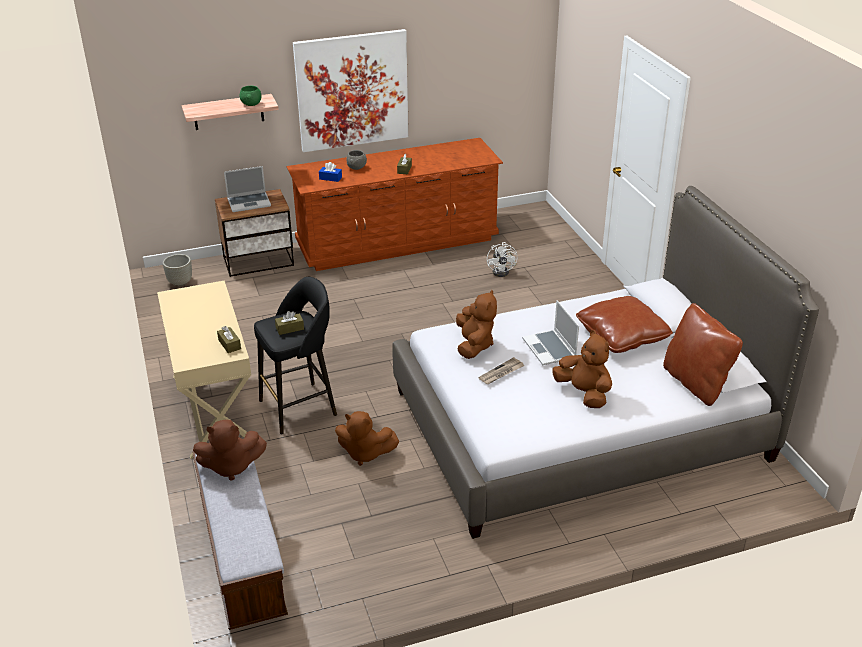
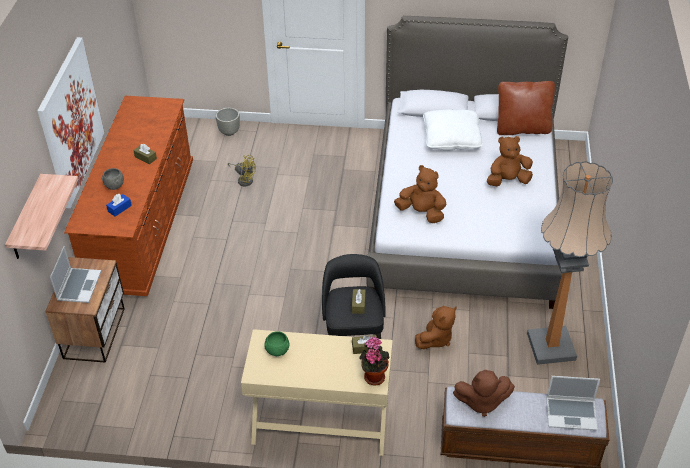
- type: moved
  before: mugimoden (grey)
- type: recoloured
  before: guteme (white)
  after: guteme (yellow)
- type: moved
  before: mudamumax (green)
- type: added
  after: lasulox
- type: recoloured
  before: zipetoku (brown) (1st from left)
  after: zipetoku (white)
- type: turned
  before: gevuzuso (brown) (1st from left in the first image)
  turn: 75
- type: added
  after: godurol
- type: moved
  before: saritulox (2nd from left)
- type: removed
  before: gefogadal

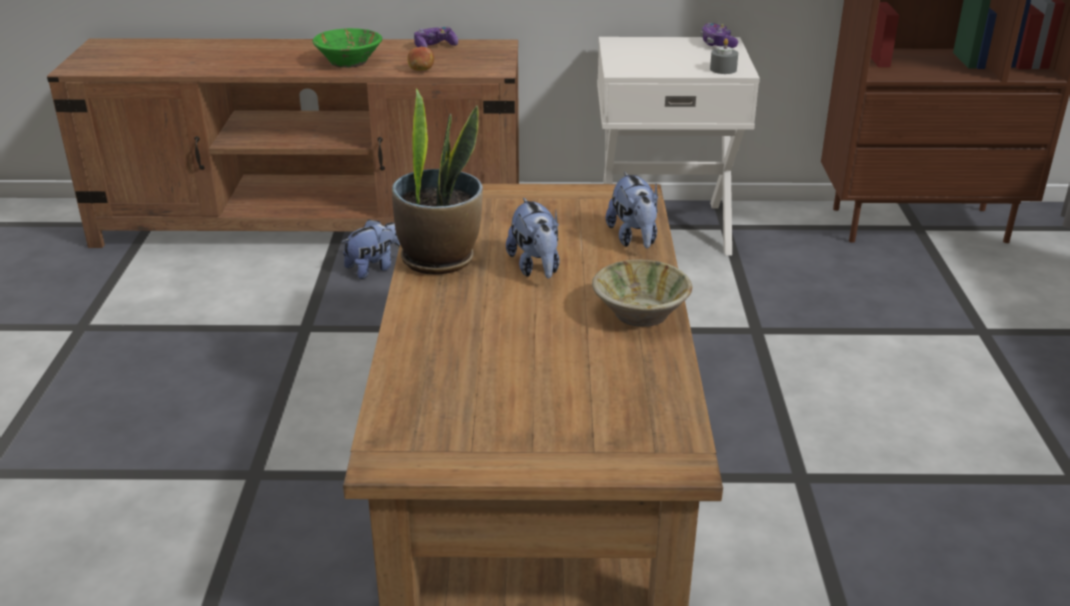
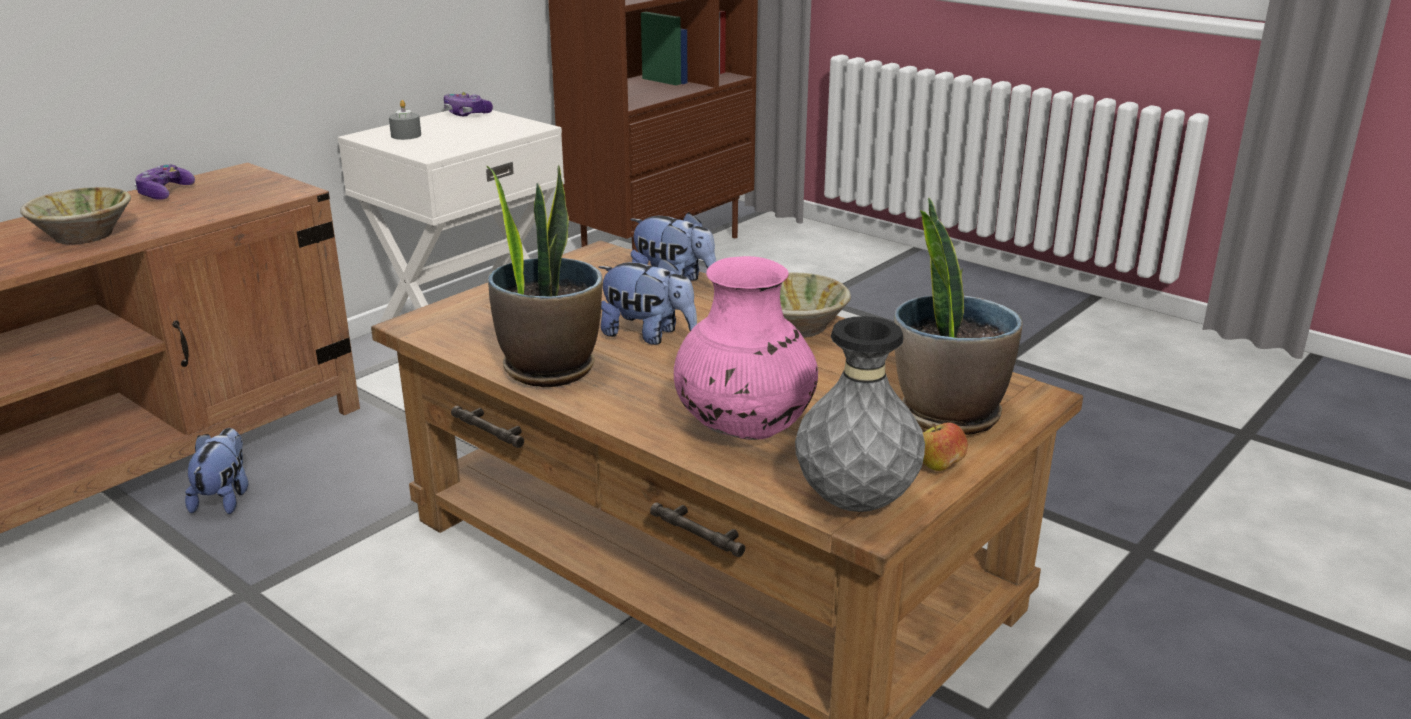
- type: recoloured
  before: mudamumax (green)
  after: mudamumax (beige) (1st from left)
- type: moved
  before: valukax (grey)
- type: added
  after: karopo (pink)
- type: added
  after: karopo (grey)
- type: added
  after: lasulox (2nd from left)
- type: moved
  before: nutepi

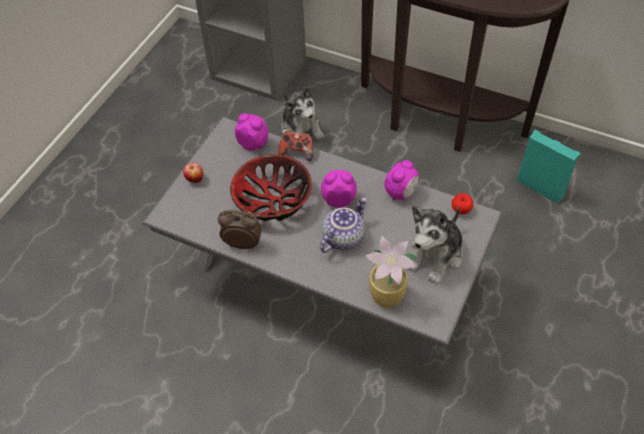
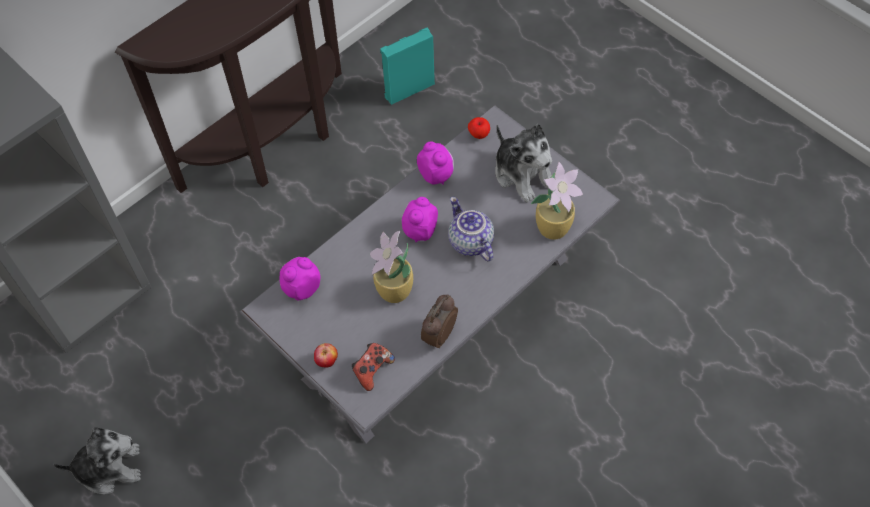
- type: moved
  before: gevuzuso (1st from left)
- type: moved
  before: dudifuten
- type: replaced
  before: mudamumax
  after: lasulox (1st from left)

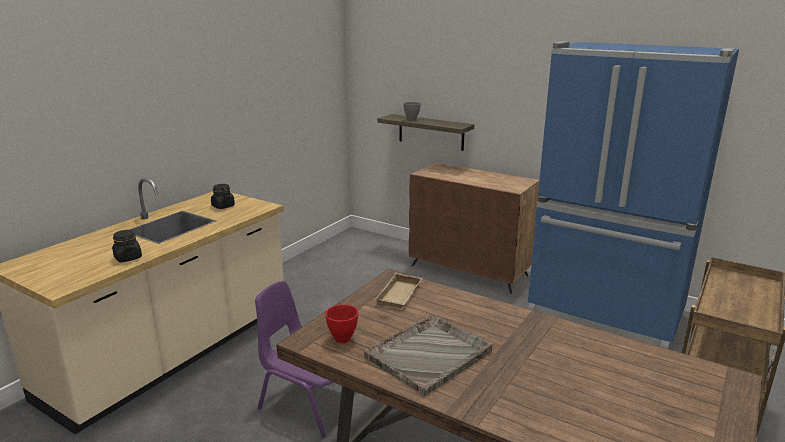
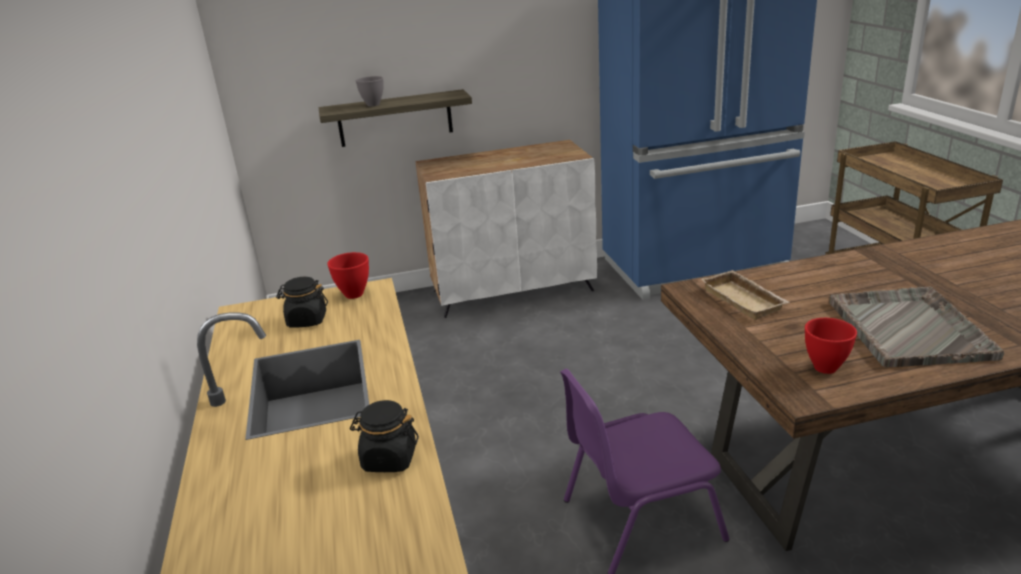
- type: added
  after: mudamumax (red) (1st from left)
- type: recoloured
  before: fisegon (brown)
  after: fisegon (white)

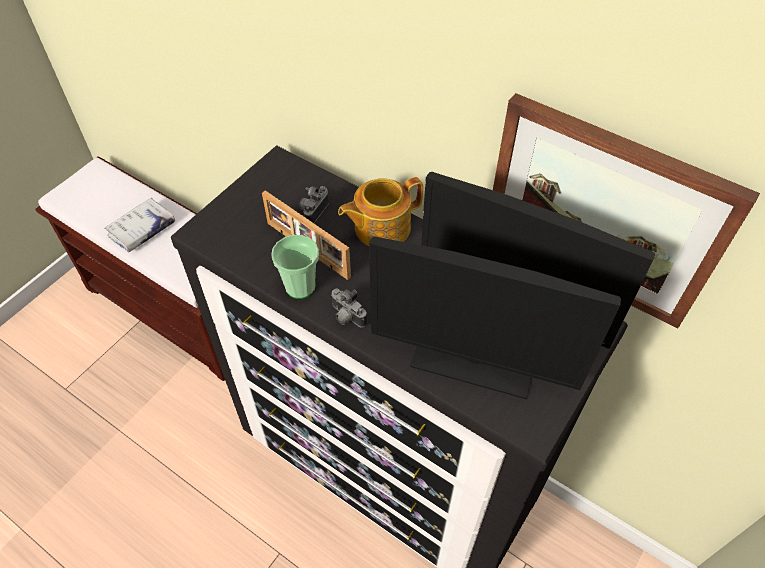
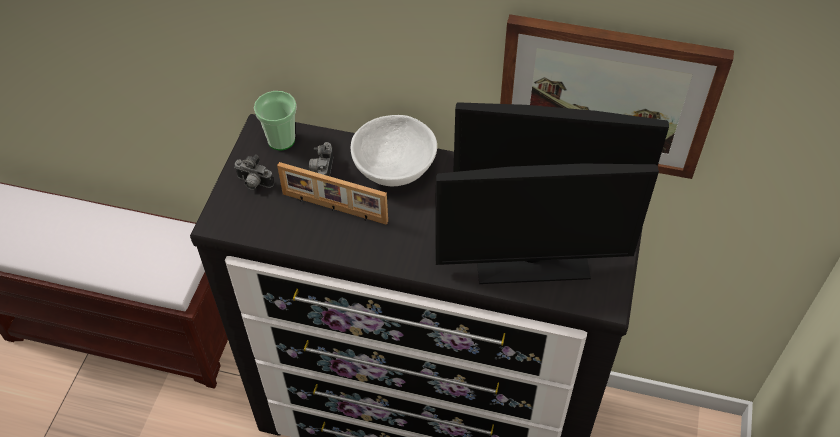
- type: moved
  before: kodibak (2nd from left in the first image)
  after: kodibak (1st from left)
- type: moved
  before: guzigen
- type: replaced
  before: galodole
  after: mudamumax (white)
- type: removed
  before: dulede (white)

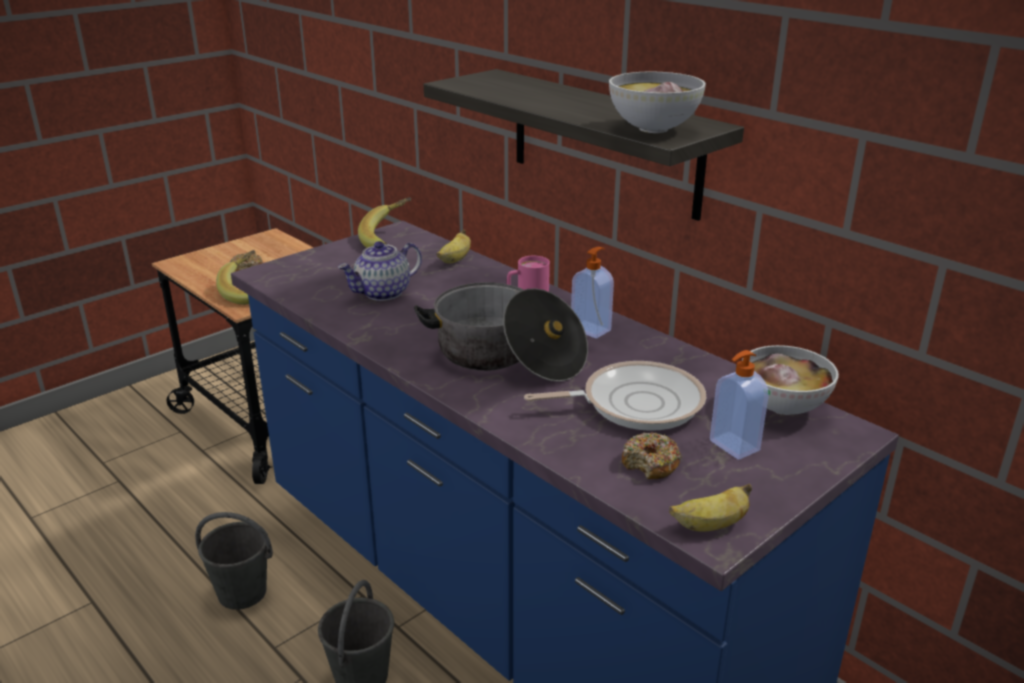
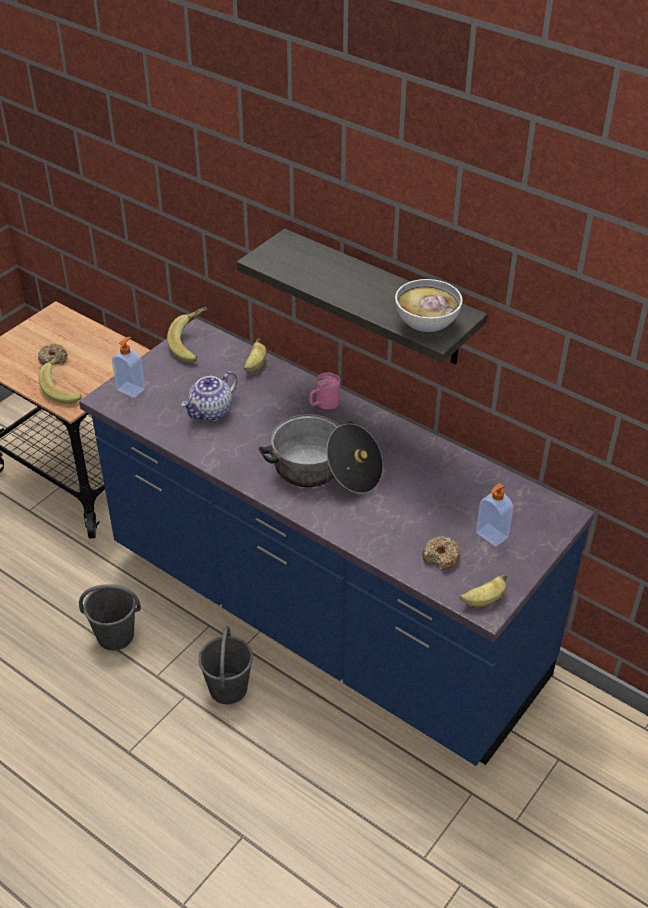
- type: moved
  before: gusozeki (1st from left)
- type: removed
  before: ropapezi
- type: removed
  before: mudamumax (2nd from left)

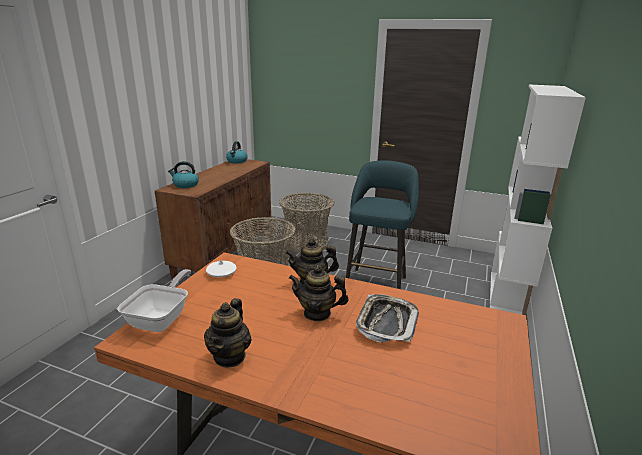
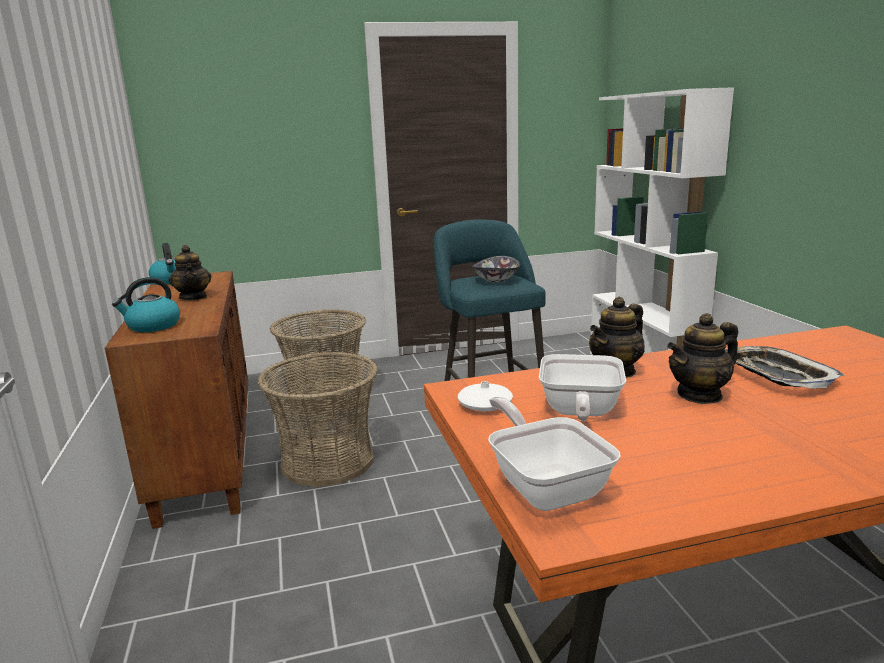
- type: moved
  before: galodole (1st from left)
- type: added
  after: mudamumax
- type: added
  after: ropapezi (2nd from left)

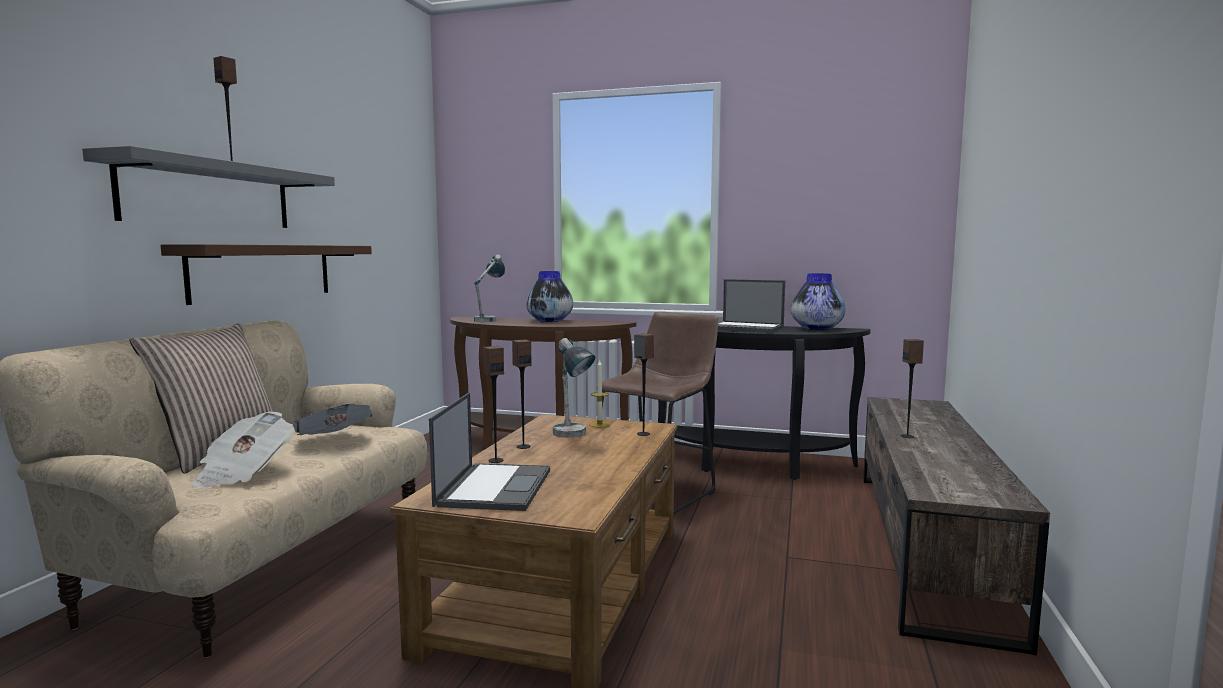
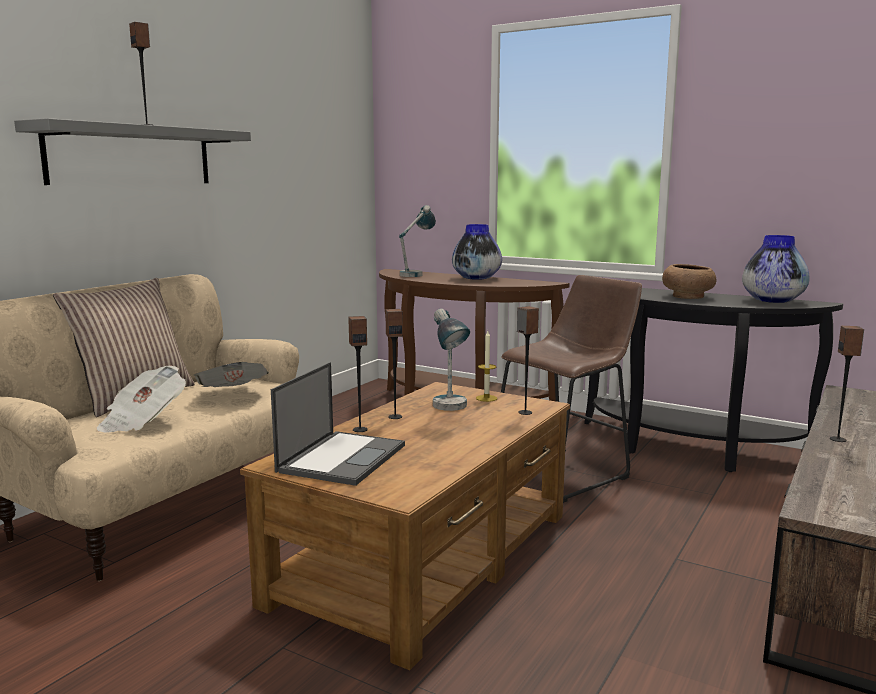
- type: replaced
  before: saritulox (2nd from left)
  after: mudamumax (brown)
- type: removed
  before: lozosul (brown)

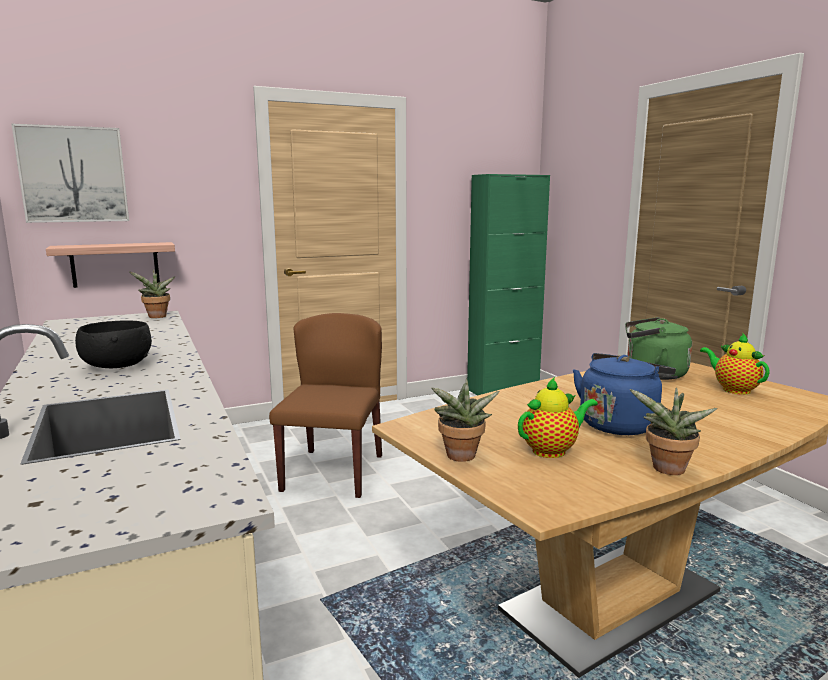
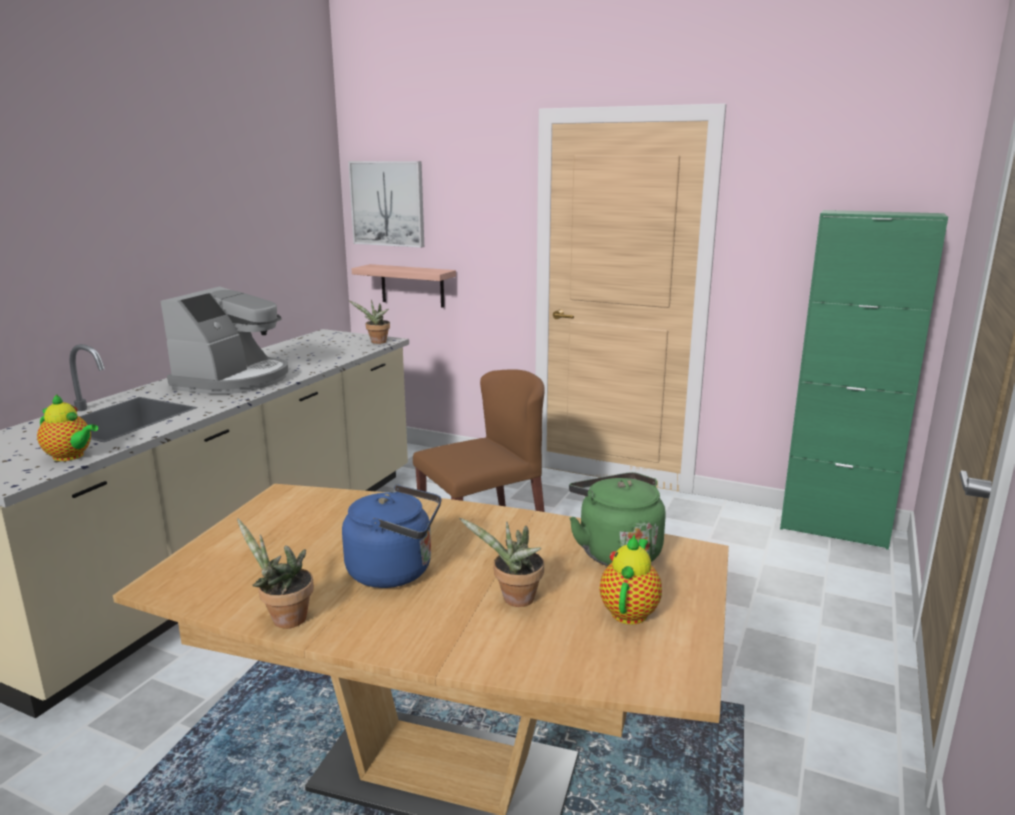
- type: moved
  before: galodole (1st from left)
- type: replaced
  before: mudamumax (black)
  after: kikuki
- type: moved
  before: lasulox (2nd from left in the first image)
  after: lasulox (3rd from left)

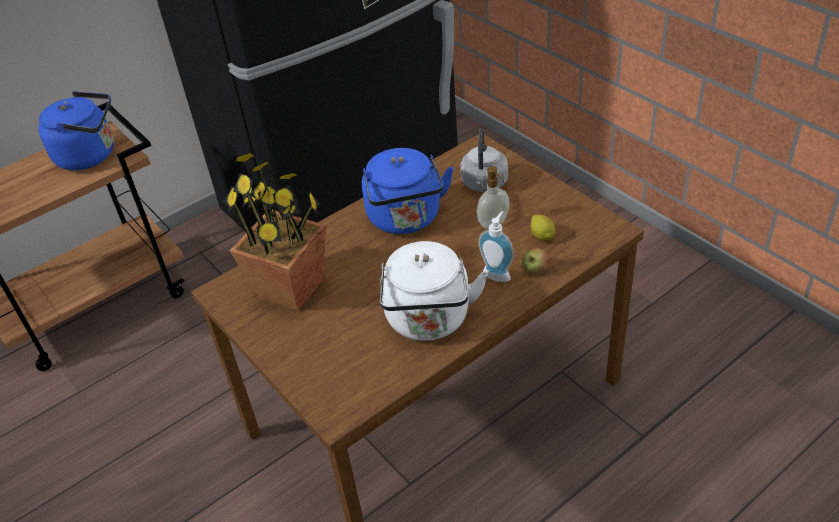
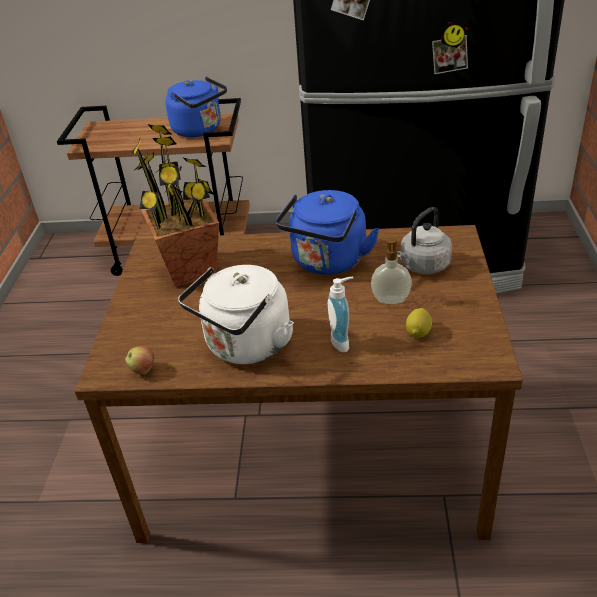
- type: moved
  before: nutepi

